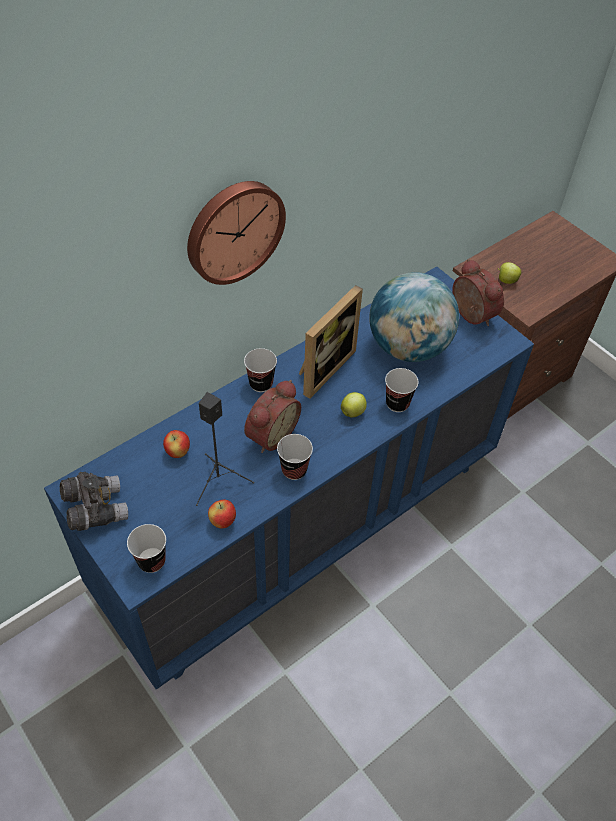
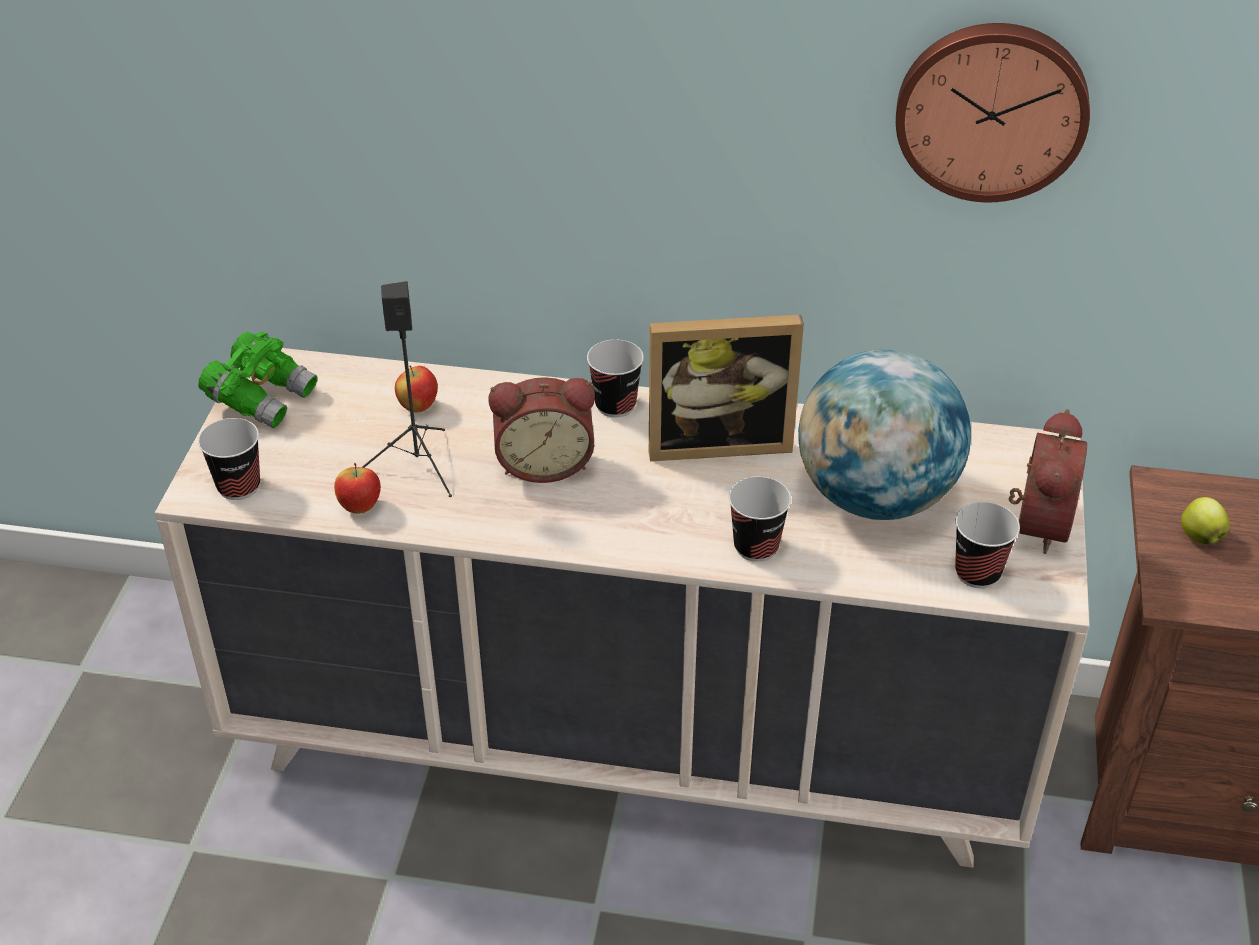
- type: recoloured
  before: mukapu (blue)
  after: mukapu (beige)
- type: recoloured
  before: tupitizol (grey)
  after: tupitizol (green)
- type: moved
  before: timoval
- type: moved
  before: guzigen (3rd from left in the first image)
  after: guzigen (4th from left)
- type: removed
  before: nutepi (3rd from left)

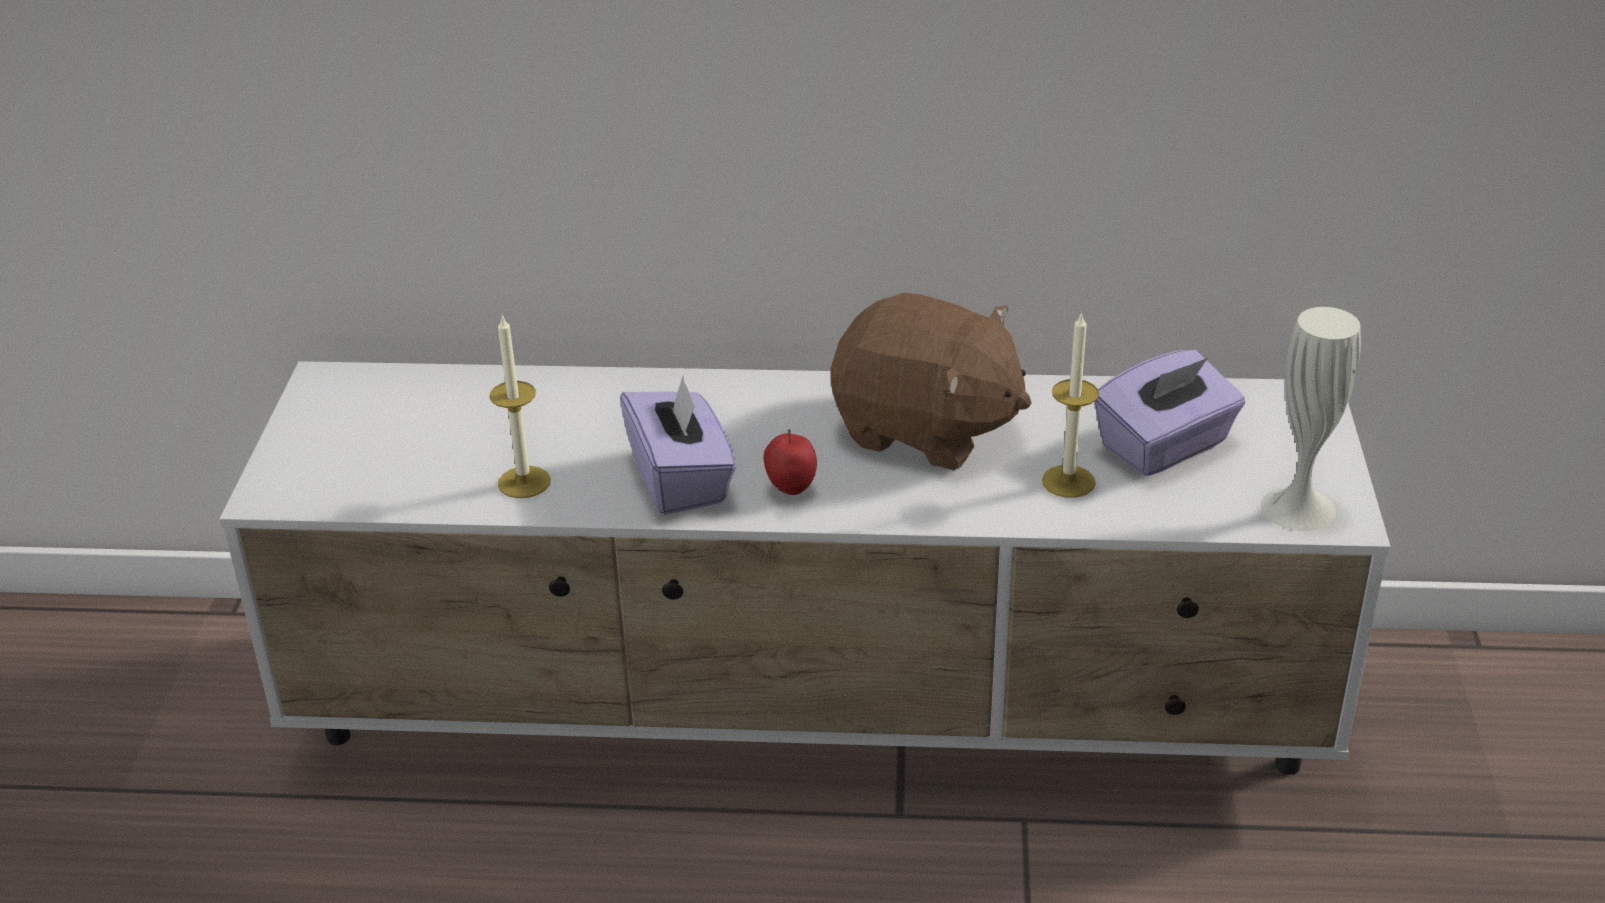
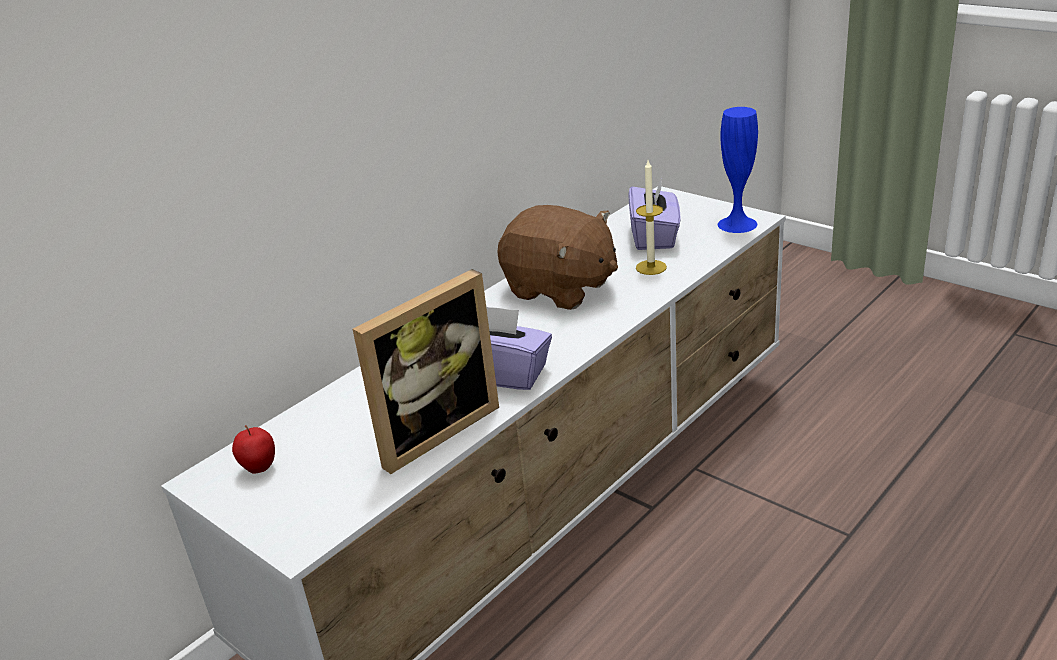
- type: moved
  before: nutepi
- type: replaced
  before: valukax (1st from left)
  after: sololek
- type: turned
  before: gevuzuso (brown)
  turn: 60
- type: recoloured
  before: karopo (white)
  after: karopo (blue)

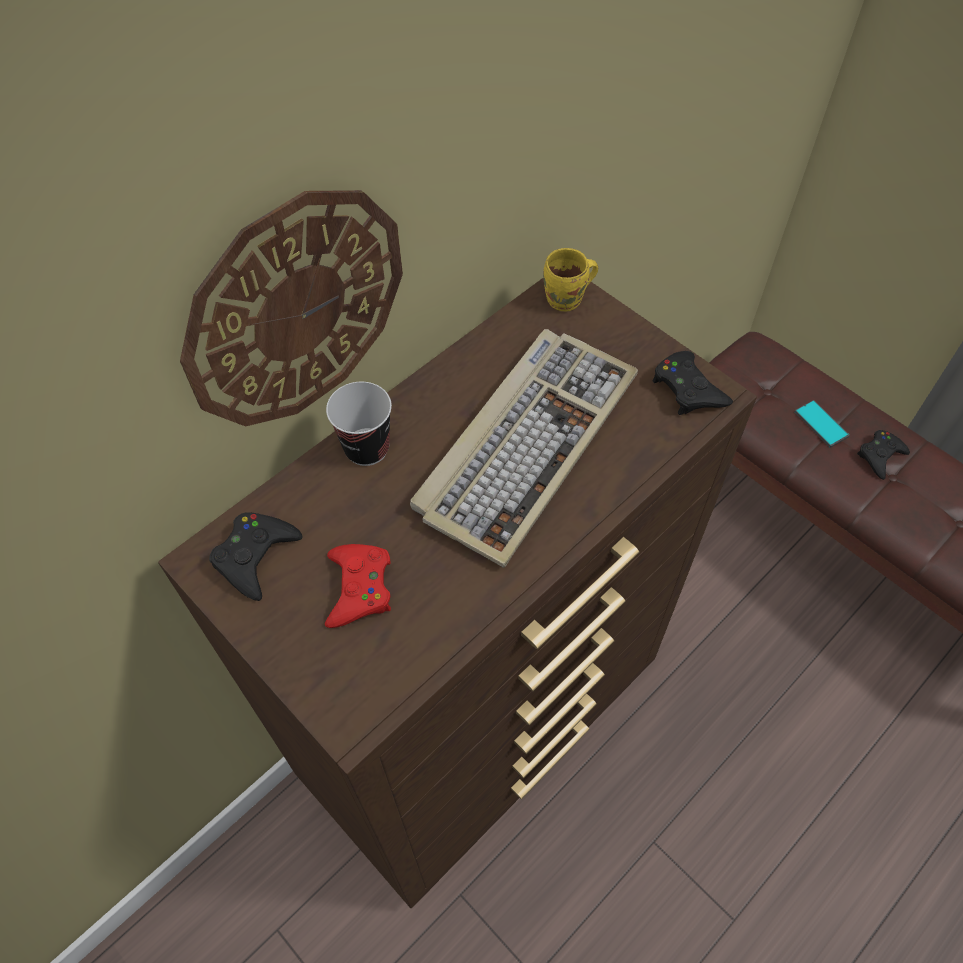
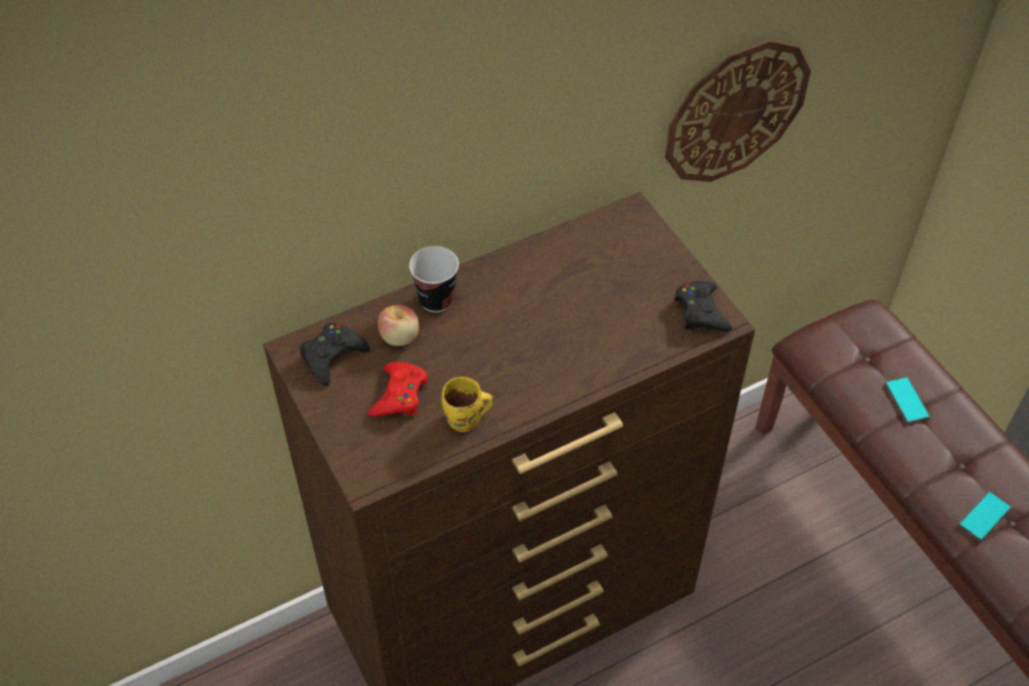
- type: added
  after: nutepi
- type: moved
  before: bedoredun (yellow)
- type: moved
  before: timoval
- type: added
  after: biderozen (2nd from left)
- type: removed
  before: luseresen
- type: removed
  before: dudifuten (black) (3rd from left)

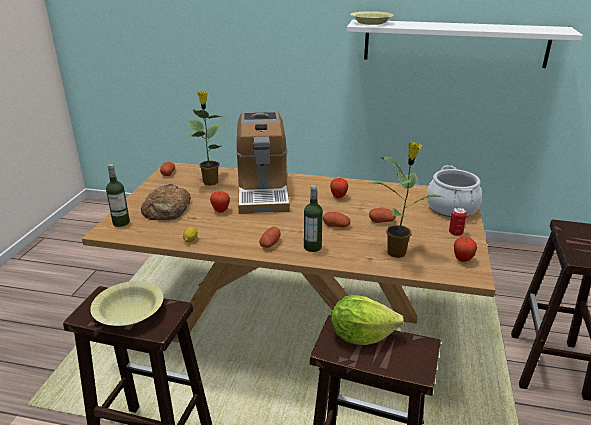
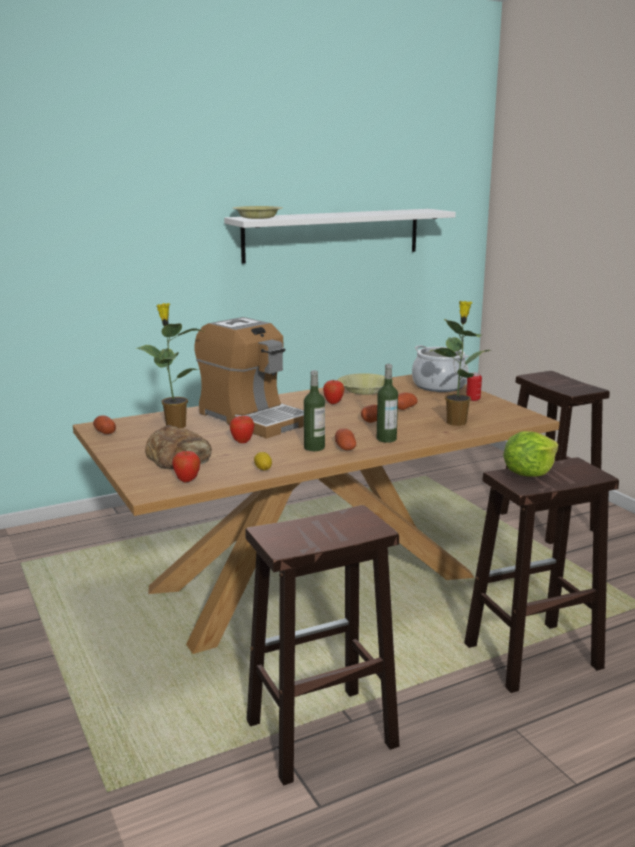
- type: moved
  before: nutepi (3rd from left in the first image)
  after: nutepi (1st from left)
- type: moved
  before: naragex (1st from left)
- type: moved
  before: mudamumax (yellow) (1st from left in the first image)
  after: mudamumax (yellow) (2nd from left)

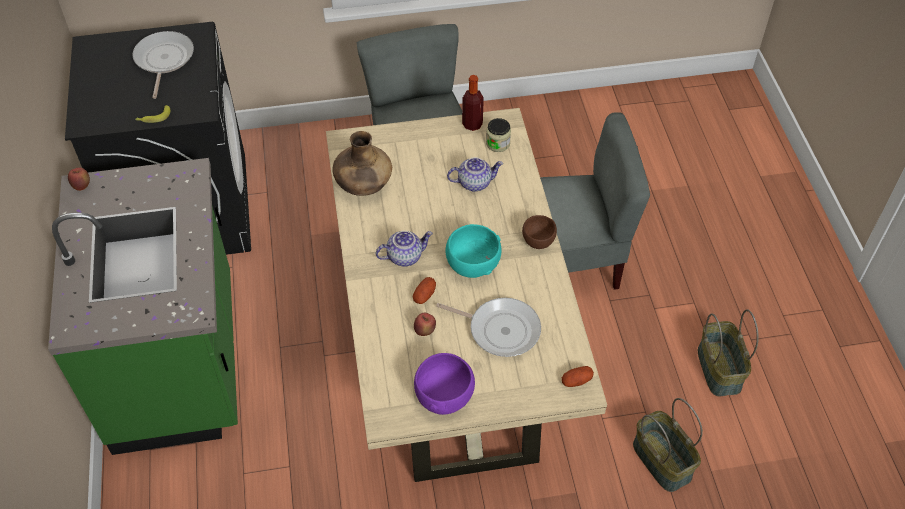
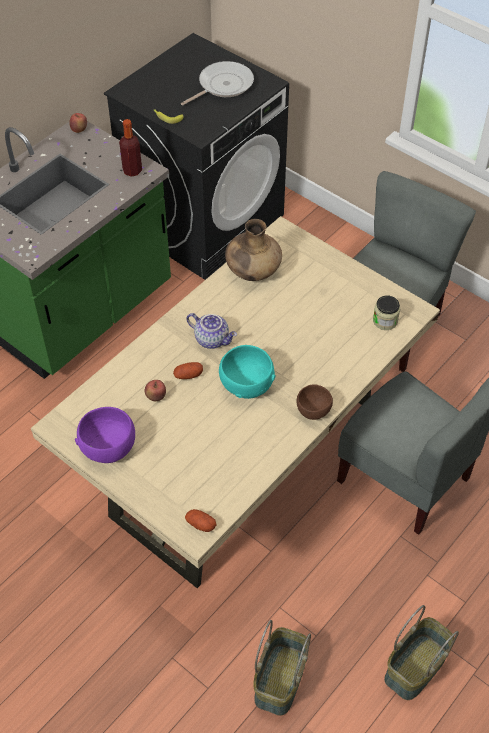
- type: moved
  before: naragex
- type: removed
  before: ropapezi (2nd from left)
- type: removed
  before: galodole (2nd from left)

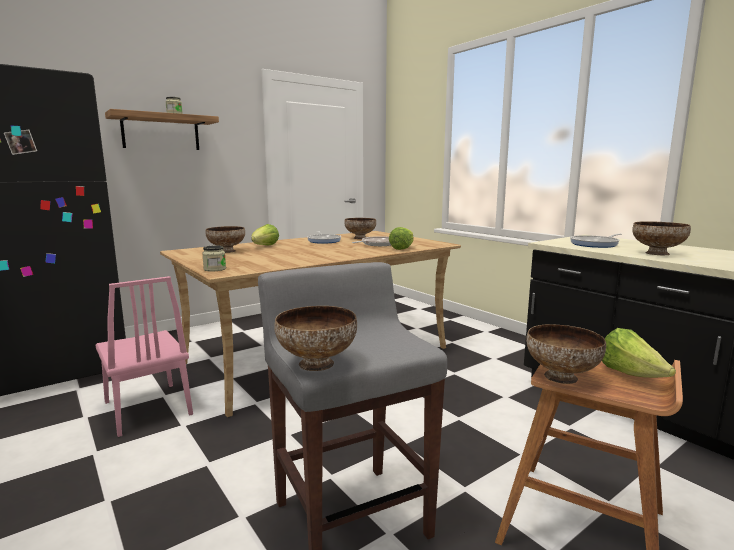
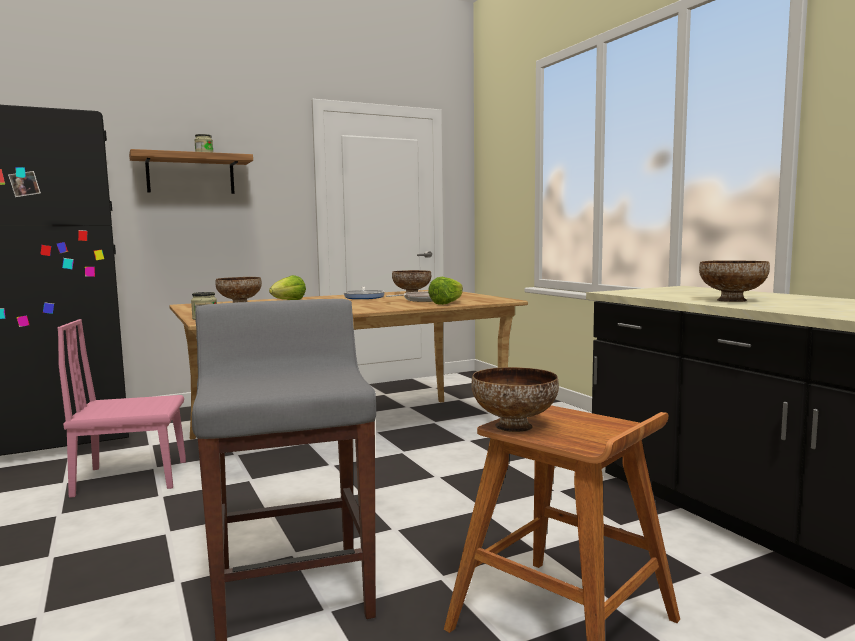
- type: turned
  before: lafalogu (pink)
  turn: 105
- type: removed
  before: mudamumax (2nd from left)
- type: removed
  before: ropapezi (3rd from left)
- type: removed
  before: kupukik (3rd from left)

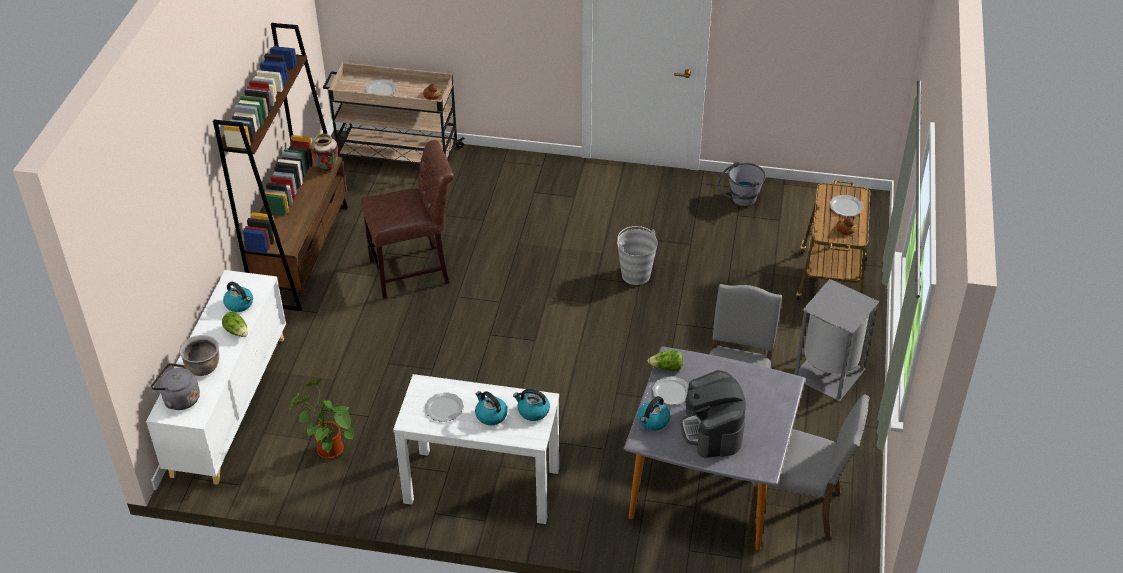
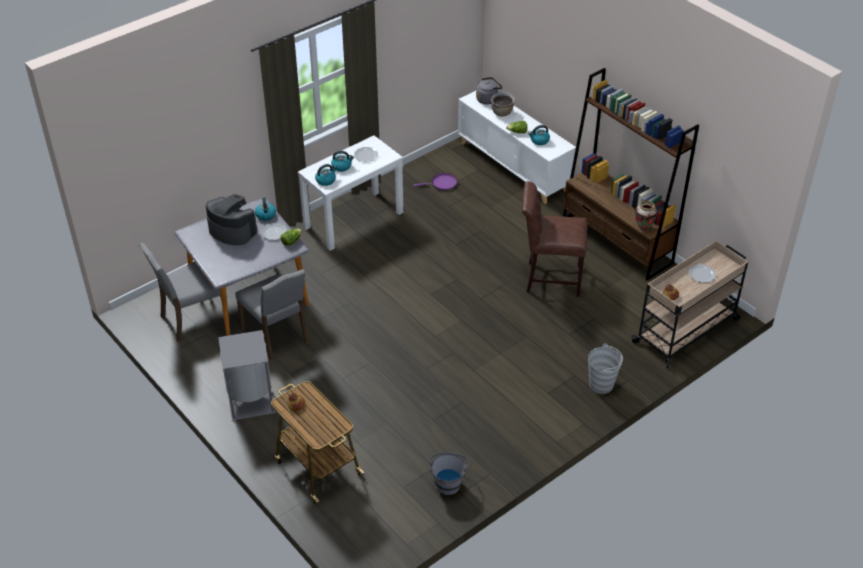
- type: replaced
  before: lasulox
  after: ropapezi (purple)
- type: turned
  before: lafalogu (brown)
  turn: 75
- type: moved
  before: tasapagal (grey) (1st from left in the first image)
  after: tasapagal (grey) (2nd from left)
- type: removed
  before: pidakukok (4th from left)

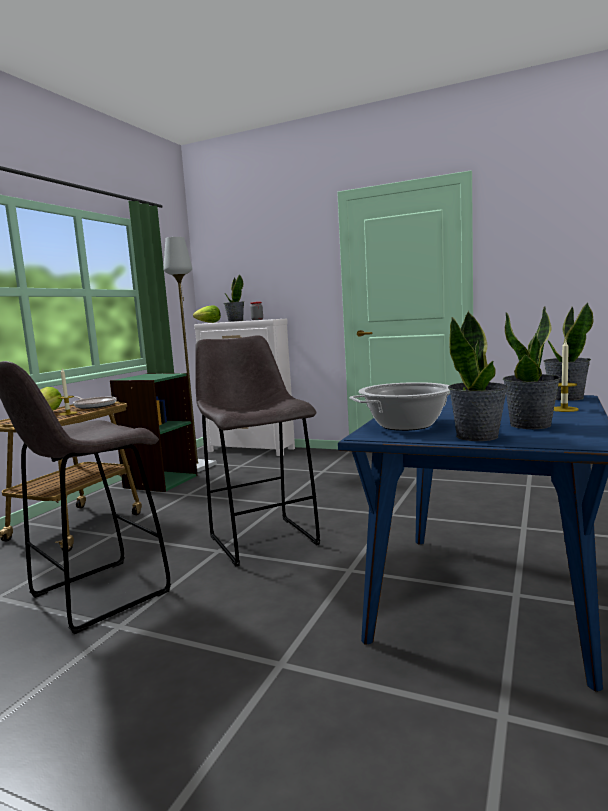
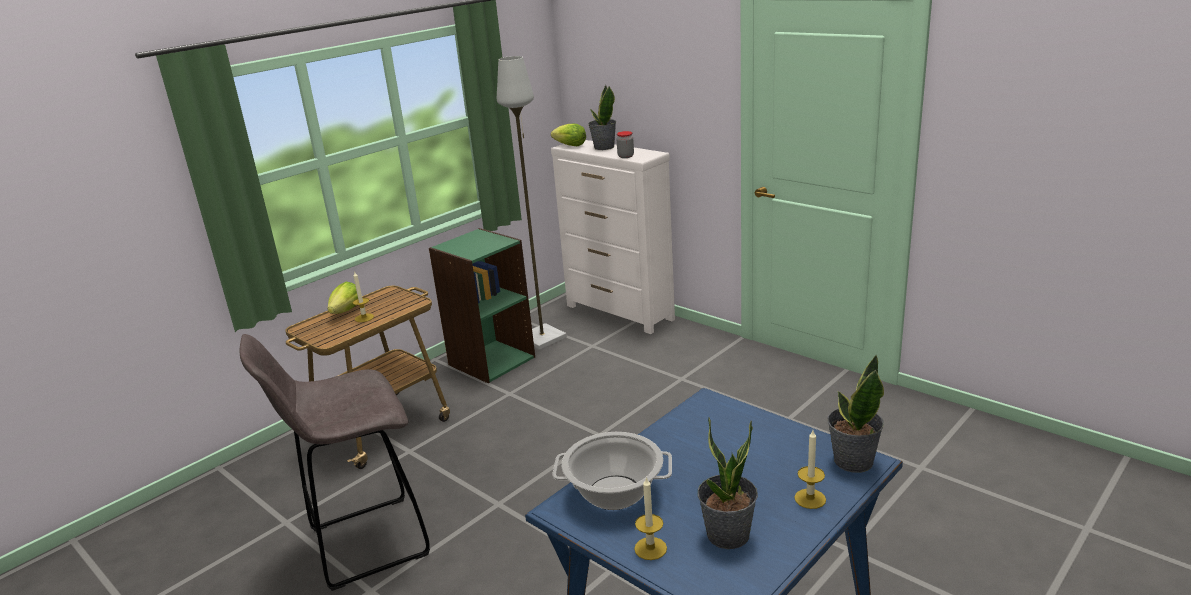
- type: replaced
  before: lasulox (2nd from left)
  after: valukax (2nd from left)
- type: removed
  before: ropapezi
- type: removed
  before: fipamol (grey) (2nd from left)

